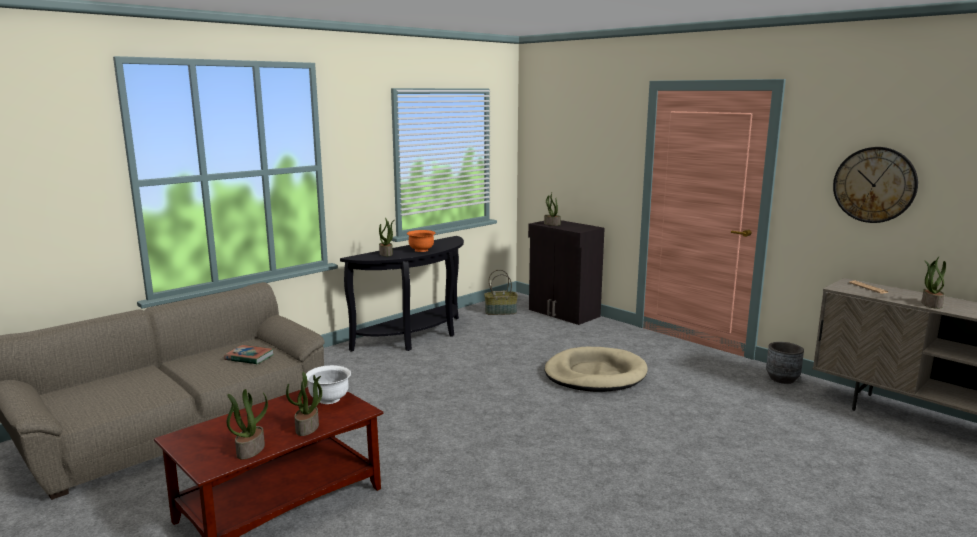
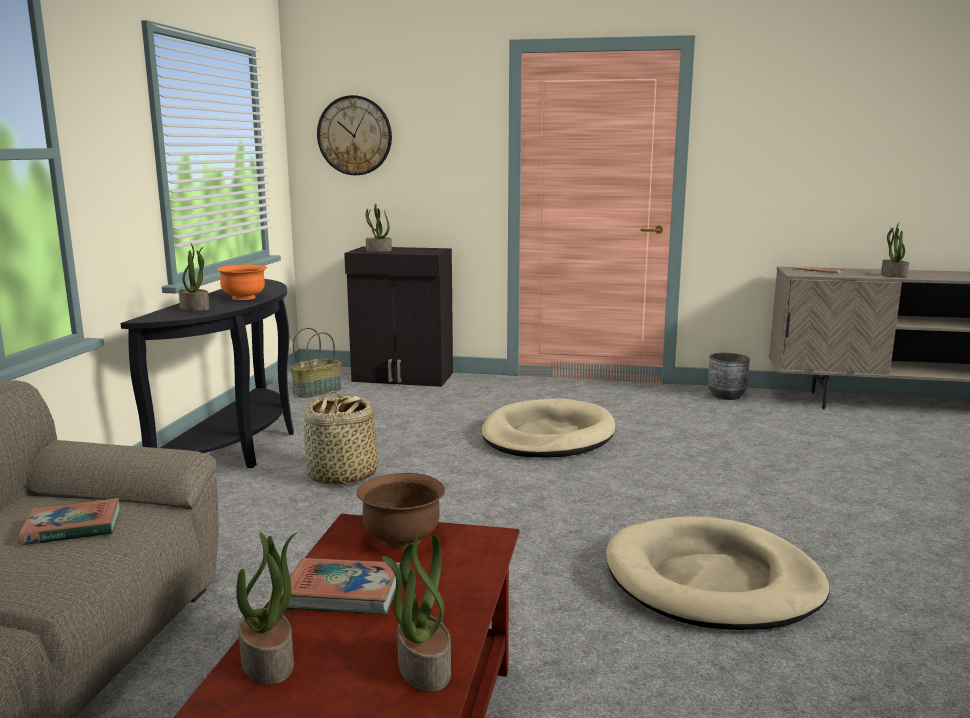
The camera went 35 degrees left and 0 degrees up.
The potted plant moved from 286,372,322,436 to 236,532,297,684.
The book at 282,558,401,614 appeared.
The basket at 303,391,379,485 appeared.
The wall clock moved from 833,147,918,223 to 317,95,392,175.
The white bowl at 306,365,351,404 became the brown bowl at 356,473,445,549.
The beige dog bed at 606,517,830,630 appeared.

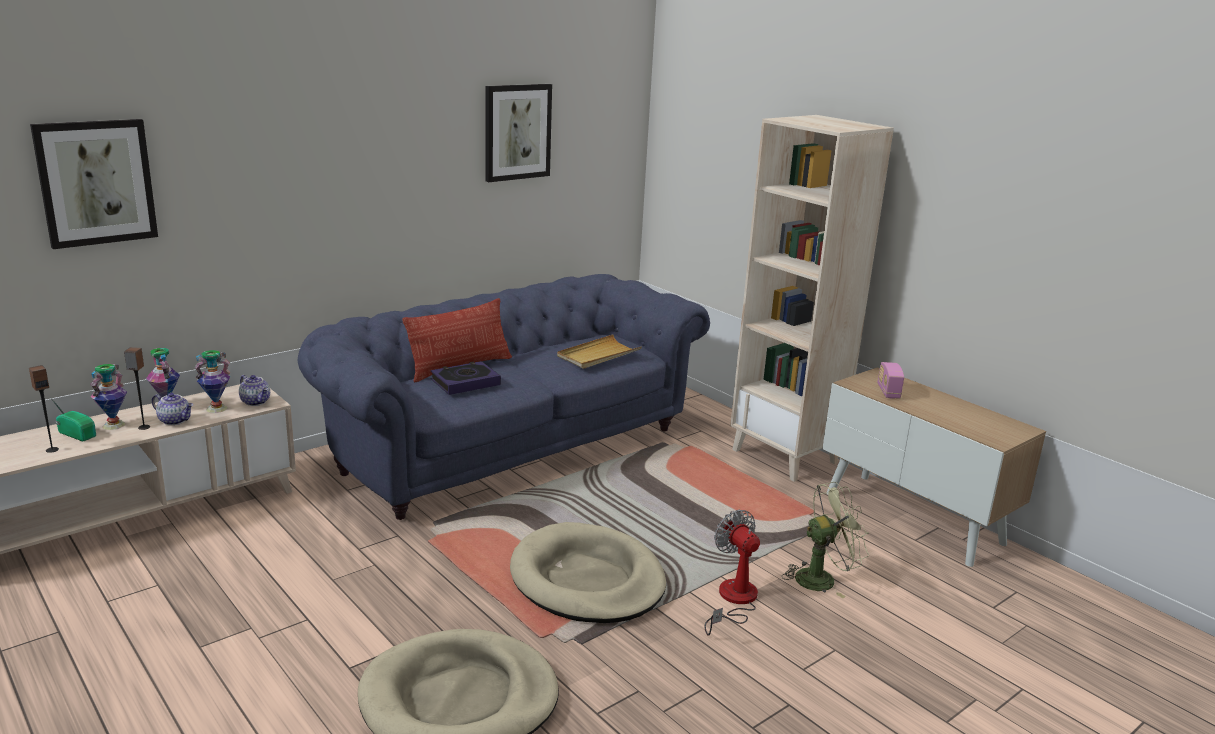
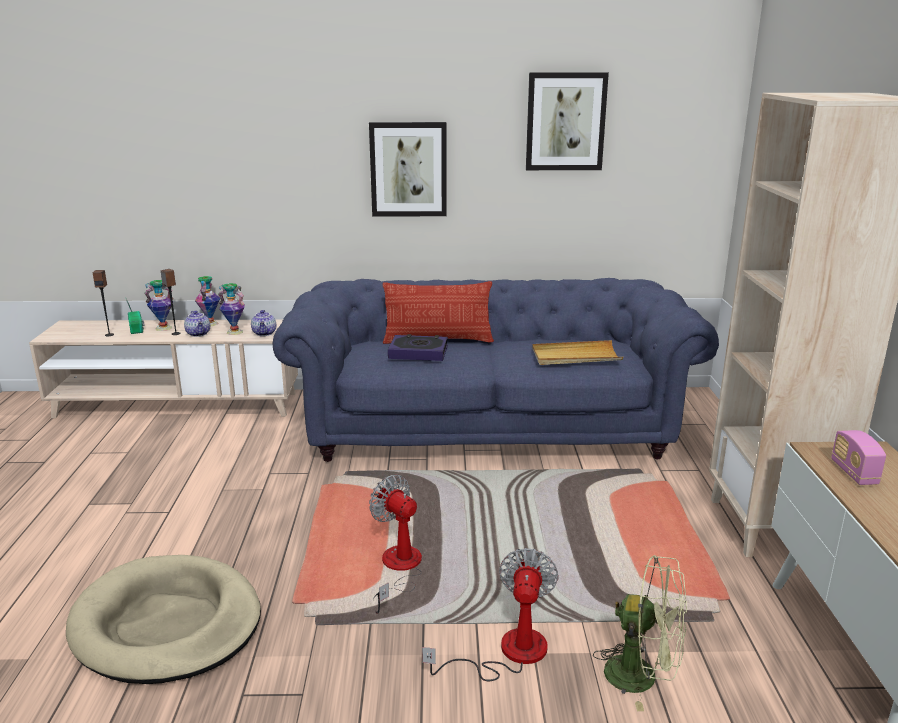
The camera went 40 degrees right and 0 degrees up.
The picture moved from 30,119,158,249 to 369,122,446,217.
The beige dog bed at 510,522,666,623 was replaced by the fan at 369,475,422,614.
The radio at 877,362,904,399 turned 45 degrees counterclockwise.

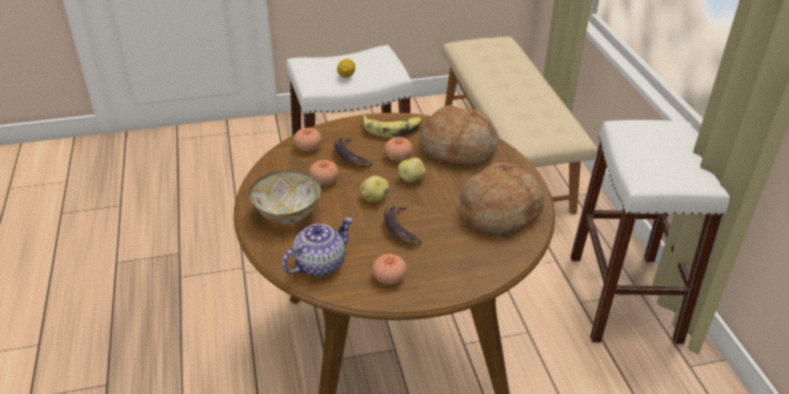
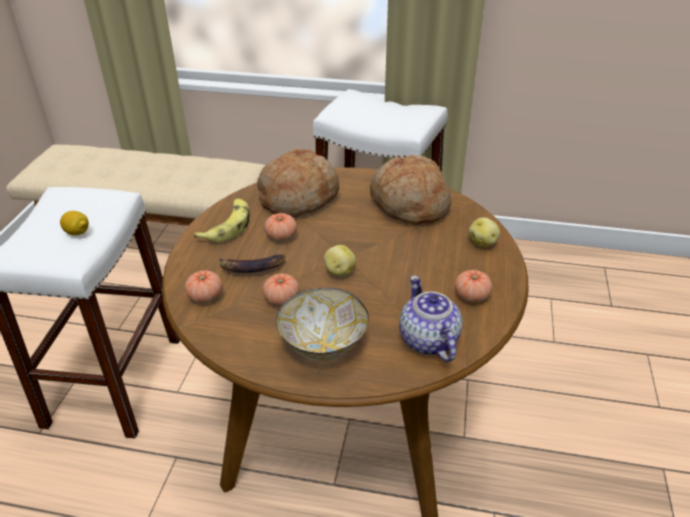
The camera went 65 degrees left and 0 degrees up.
The potato moved from 398,158,426,182 to 468,218,500,247.
The banana at 384,205,422,245 disappeared.

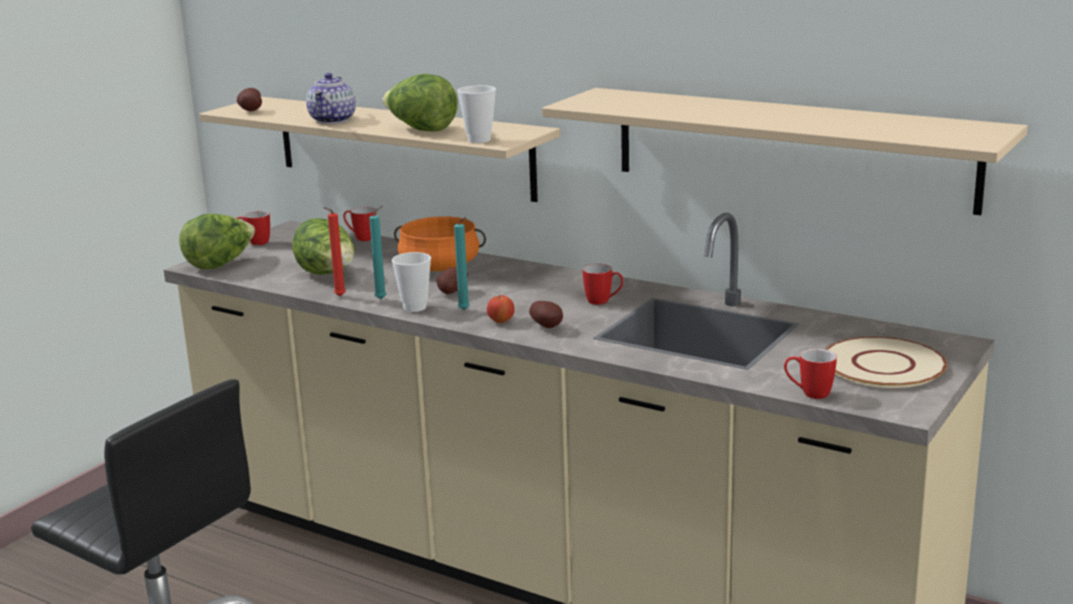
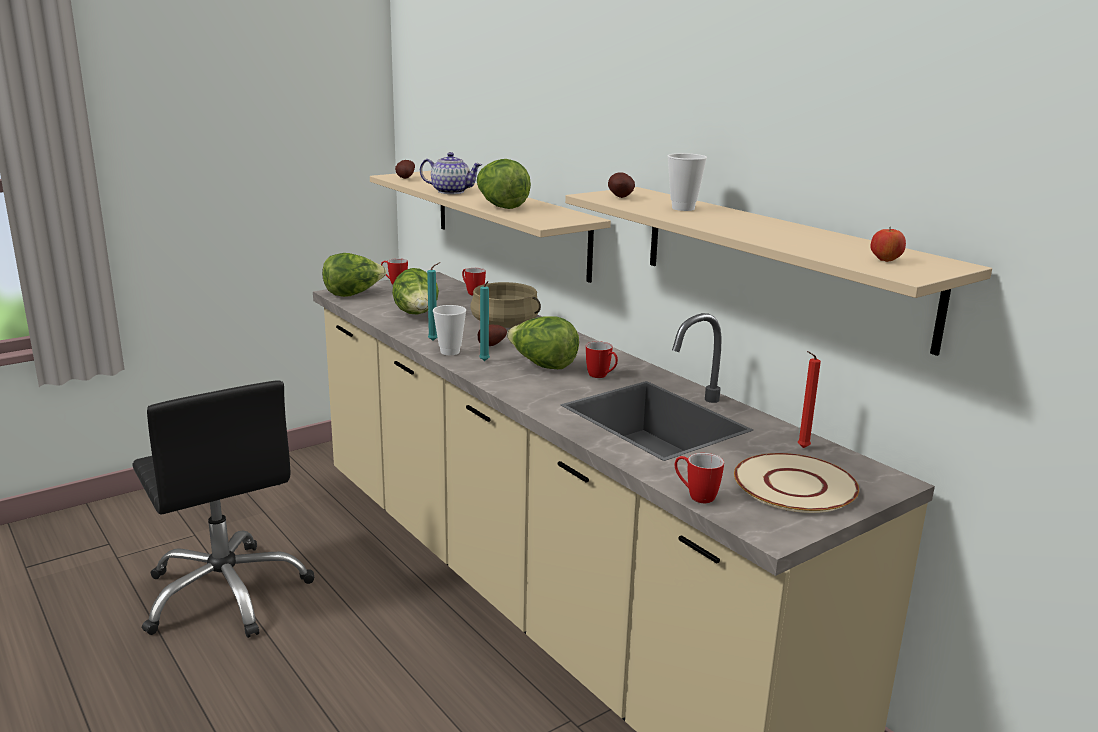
The camera went 20 degrees right and 0 degrees up.
The teapot at 306,73,356,124 turned 105 degrees counterclockwise.
The orange cooking pot at 394,216,486,271 became the beige cooking pot at 470,282,541,328.
The lettuce at 507,316,579,369 appeared.
The potato moved from 529,301,563,328 to 608,172,635,198.
The cup moved from 457,85,496,143 to 667,153,707,211.
The red candle moved from 324,207,346,297 to 798,351,821,448.
The apple moved from 487,295,515,323 to 870,227,906,262.

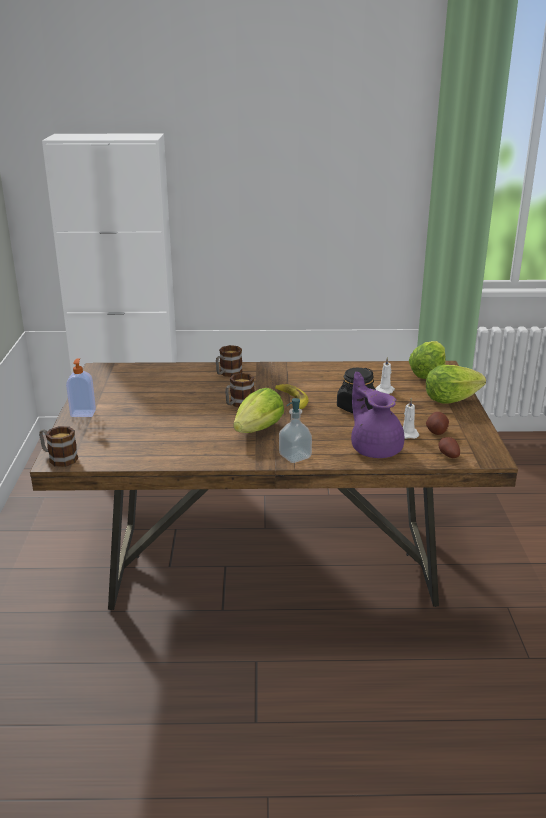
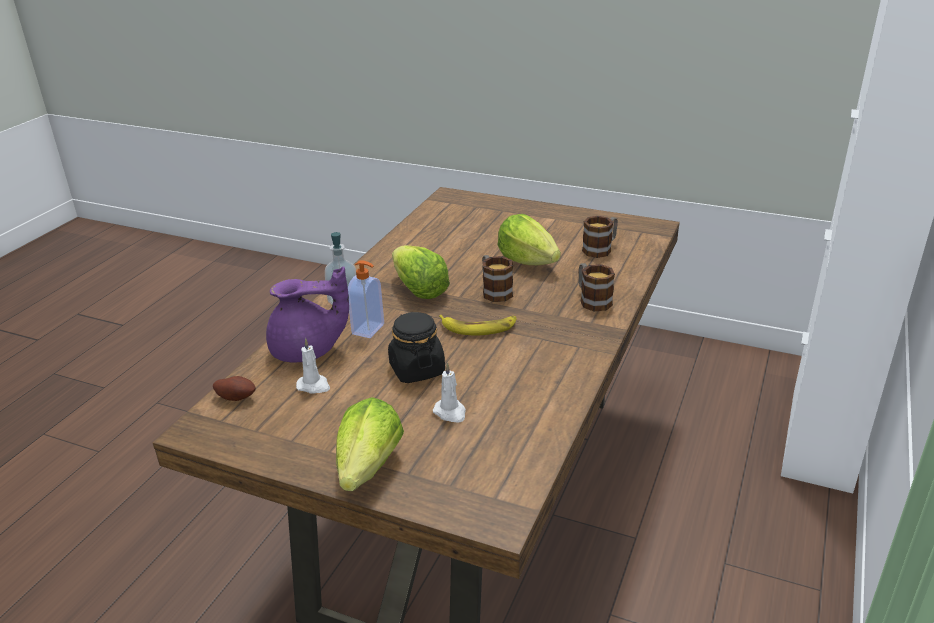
The camera went 115 degrees right and 5 degrees up.
The soap dispenser moved from 66,358,96,417 to 348,260,384,338.
The lettuce moved from 409,341,446,379 to 498,214,561,265.
The mug moved from 39,426,78,467 to 582,216,618,258.
The potato at 426,412,449,435 disappeared.

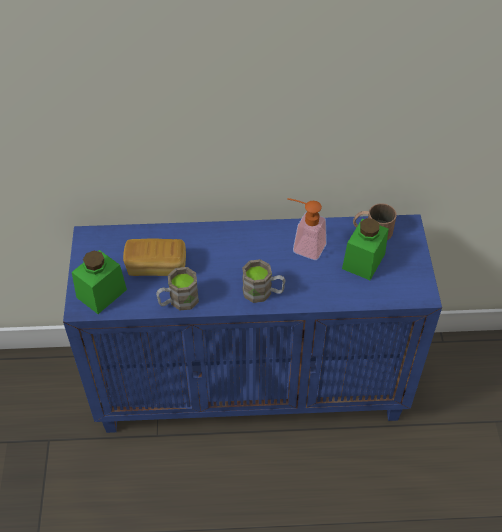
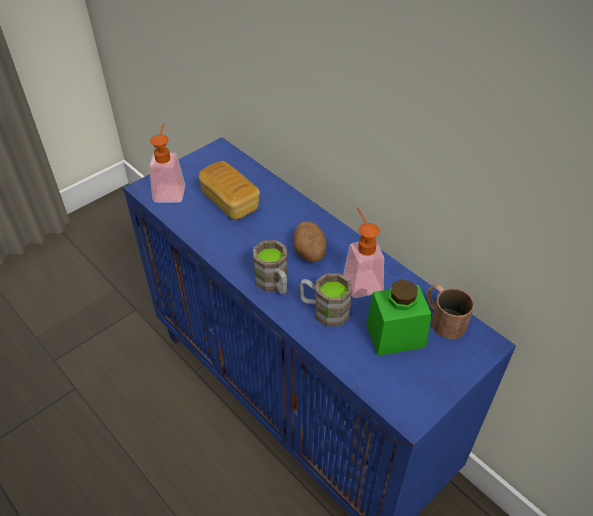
The camera went 50 degrees right and 5 degrees down.
The green jar at 72,250,127,314 was replaced by the soap dispenser at 149,123,185,203.
The potato at 293,221,327,262 appeared.
The brown mug moved from 156,267,199,311 to 299,273,352,327.

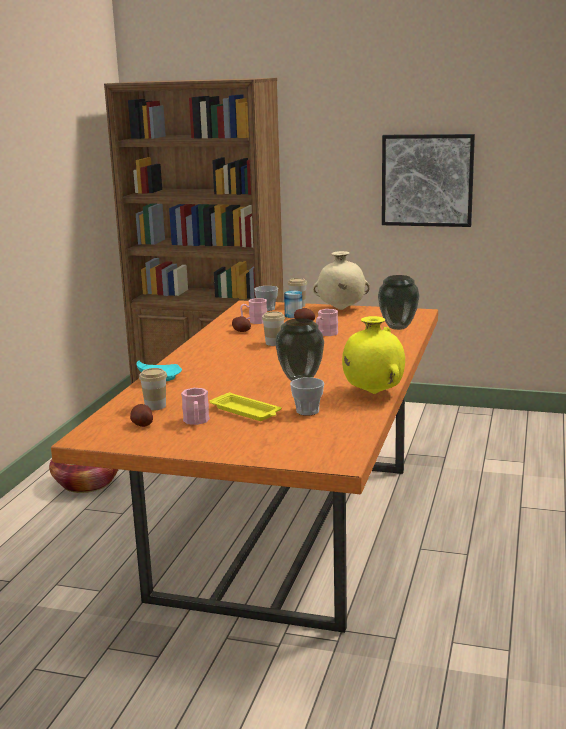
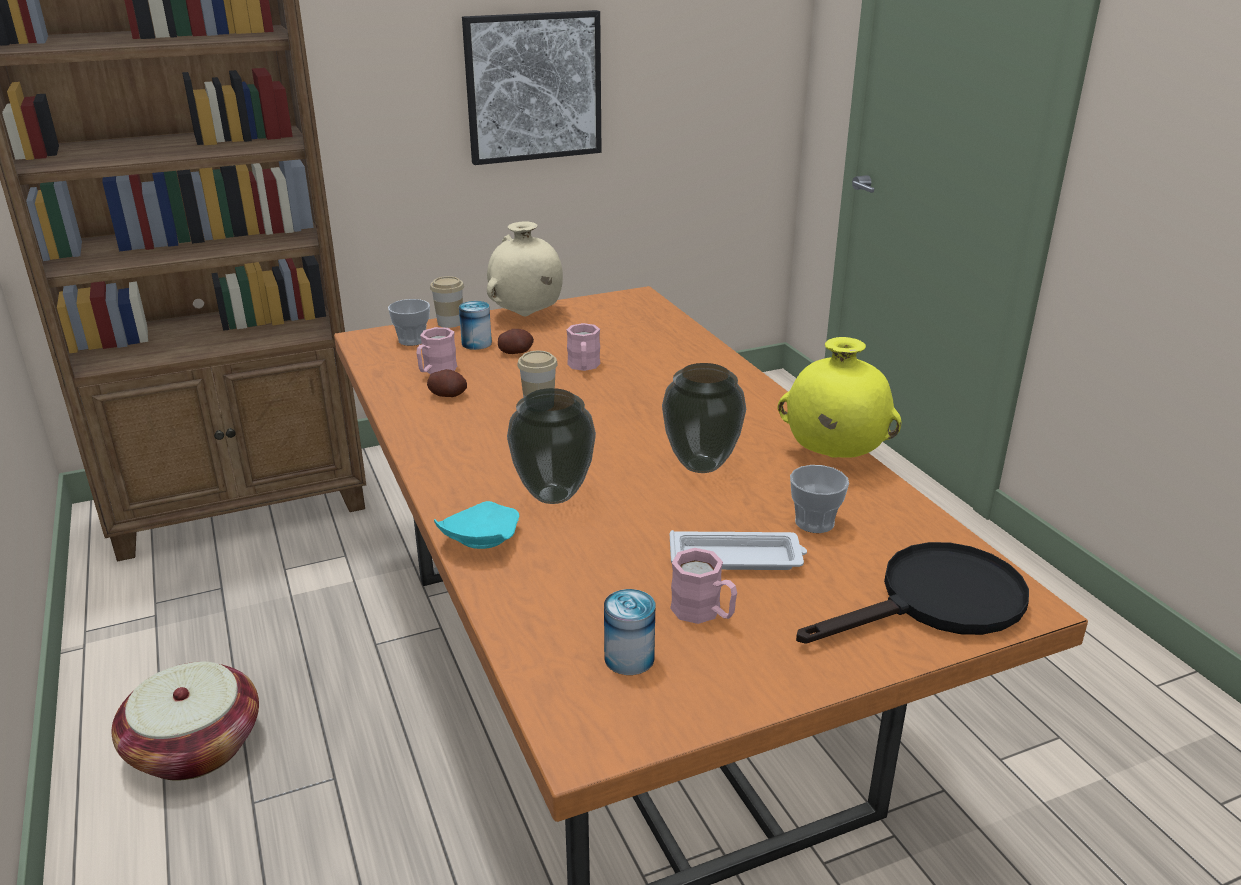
The camera went 40 degrees left and 10 degrees up.
The vase moved from 378,275,419,330 to 507,388,596,504.
The potato at 130,404,153,427 was replaced by the can at 604,589,655,675.
The yellow tray at 209,392,281,421 became the white tray at 670,530,807,570.
The black frying pan at 796,542,1029,644 appeared.
The cup at 139,368,167,410 disappeared.

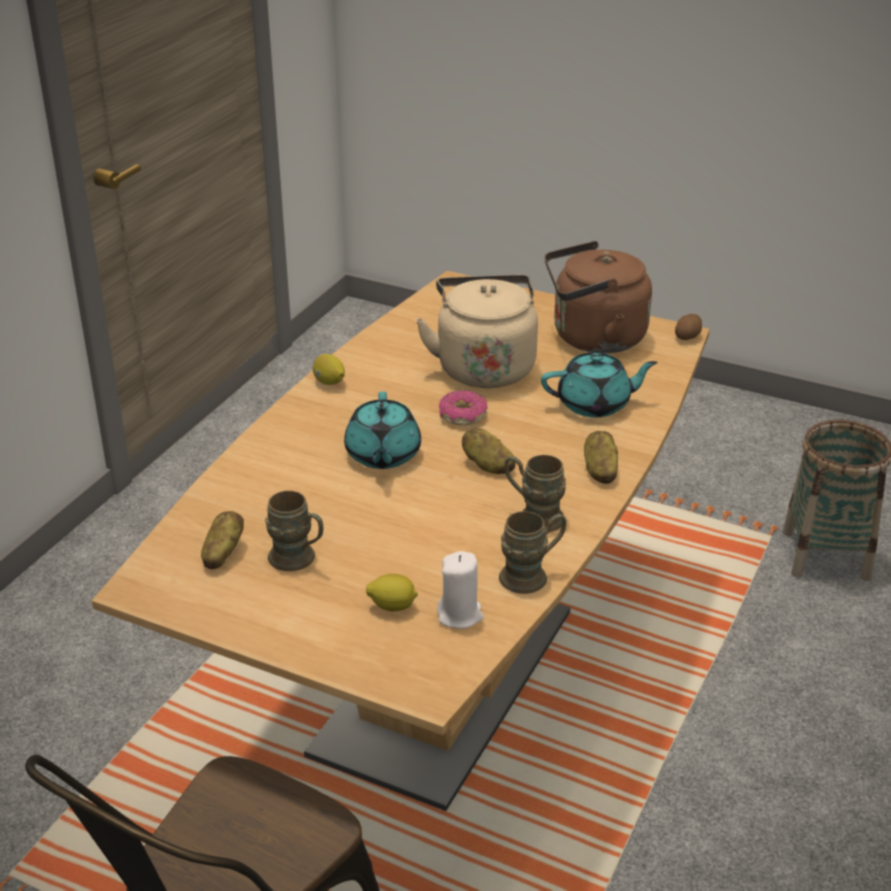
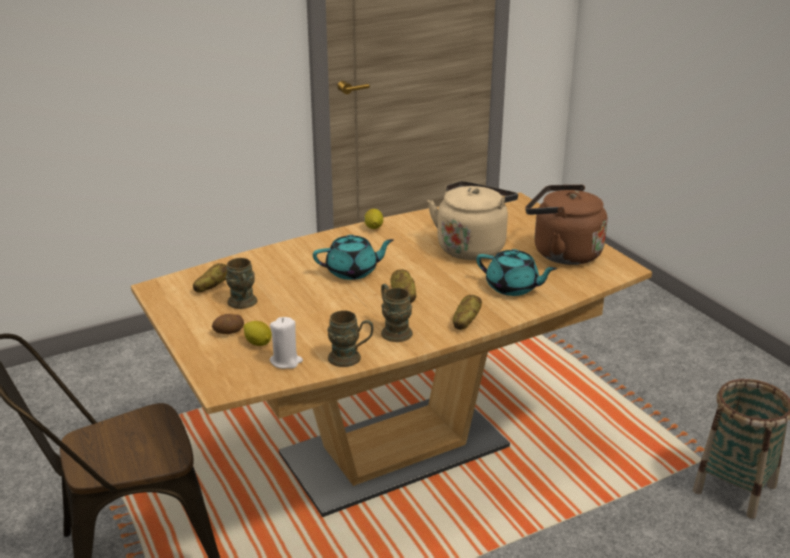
The camera went 35 degrees right and 5 degrees down.
The potato moved from 675,314,702,340 to 212,314,244,334.
The turquoise teapot at 344,391,421,469 turned 135 degrees counterclockwise.
The donut at 439,390,488,425 disappeared.

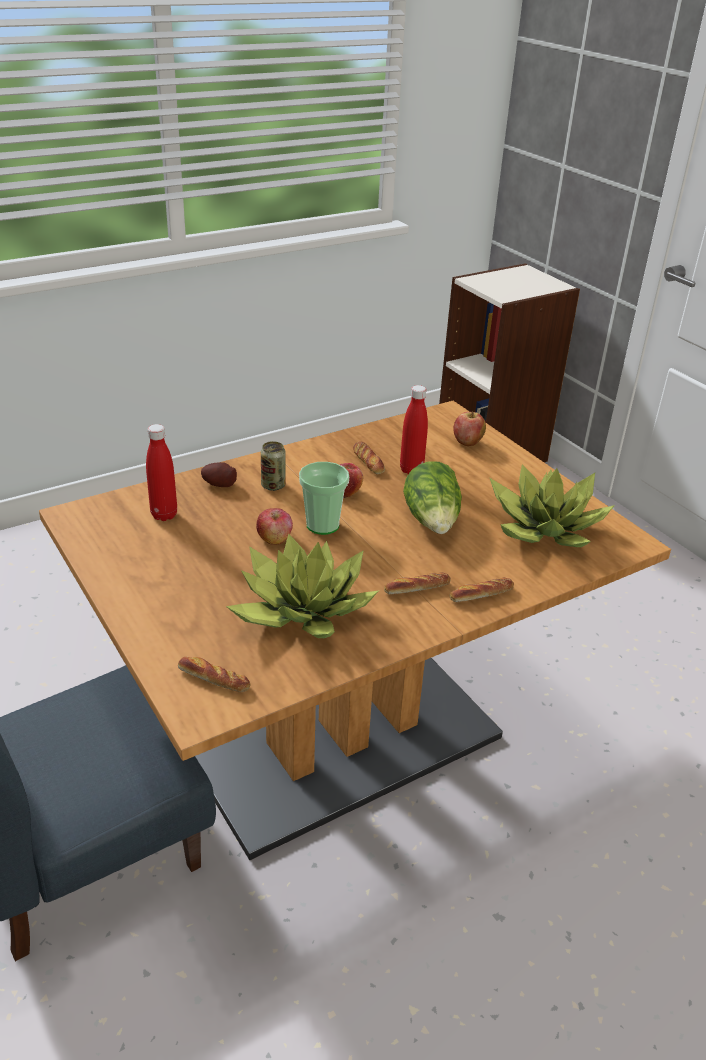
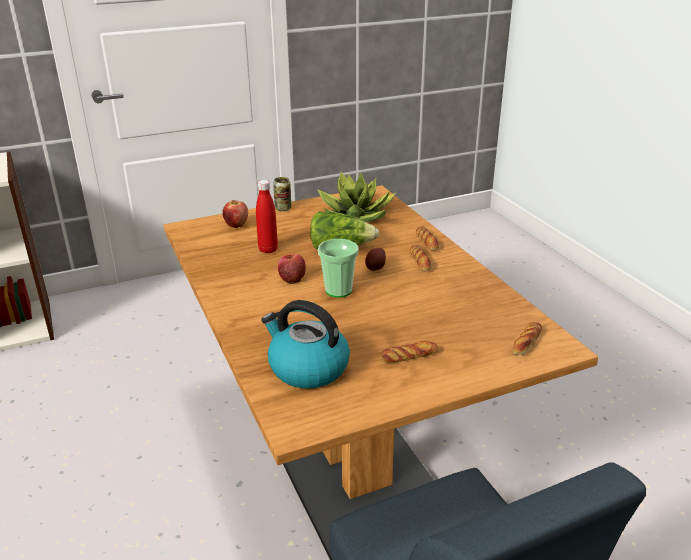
The camera went 80 degrees left and 5 degrees down.
The red bottle at 146,424,177,521 was replaced by the kettle at 261,300,350,389.
The can moved from 261,441,286,491 to 273,177,291,211.
The potato moved from 201,462,237,487 to 365,248,386,271.
The bread moved from 353,441,385,475 to 380,341,439,363.
The potted plant at 226,533,378,638 disappeared.
The apple at 256,508,293,544 disappeared.

